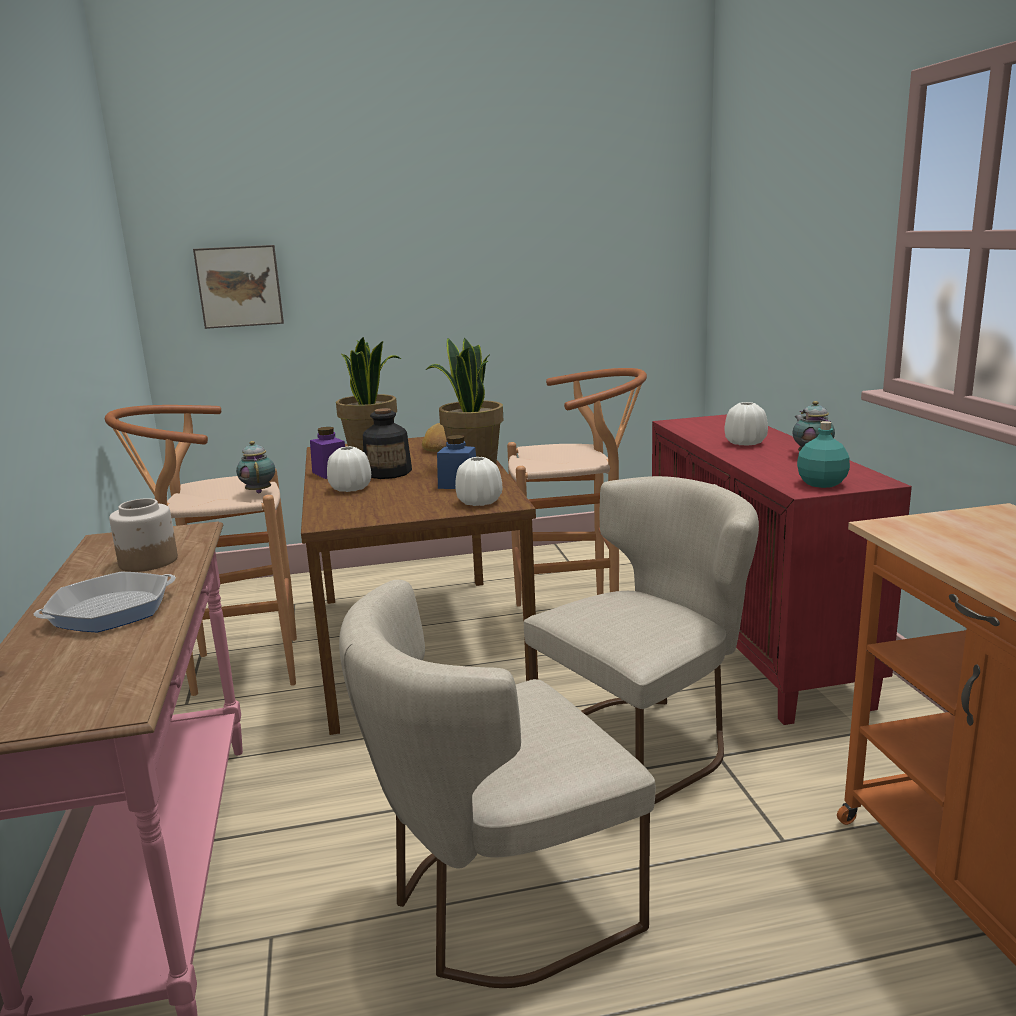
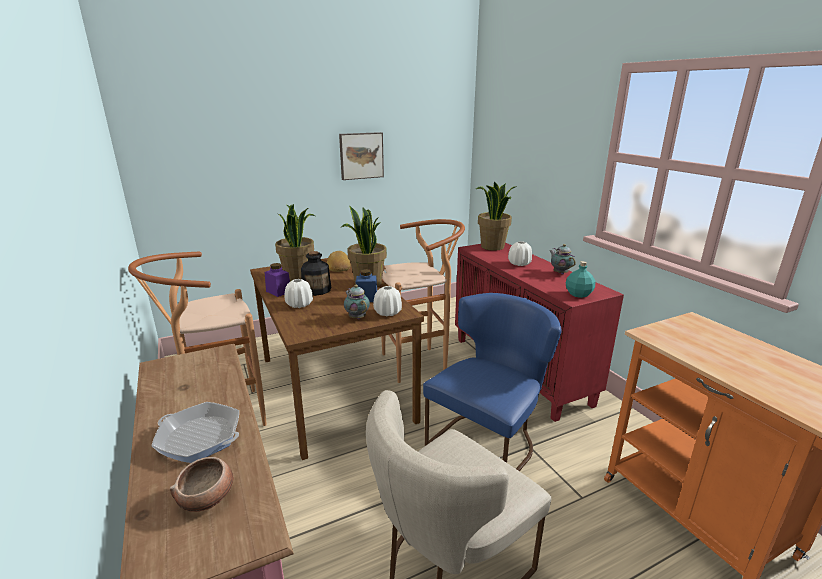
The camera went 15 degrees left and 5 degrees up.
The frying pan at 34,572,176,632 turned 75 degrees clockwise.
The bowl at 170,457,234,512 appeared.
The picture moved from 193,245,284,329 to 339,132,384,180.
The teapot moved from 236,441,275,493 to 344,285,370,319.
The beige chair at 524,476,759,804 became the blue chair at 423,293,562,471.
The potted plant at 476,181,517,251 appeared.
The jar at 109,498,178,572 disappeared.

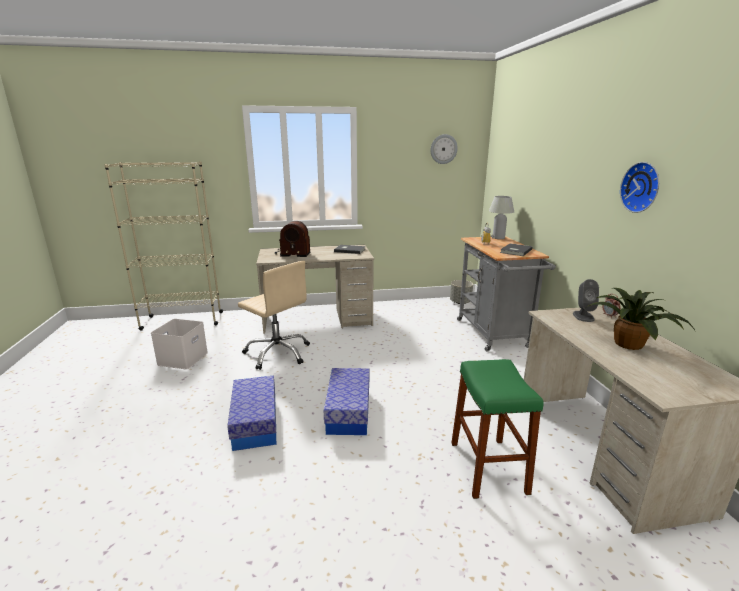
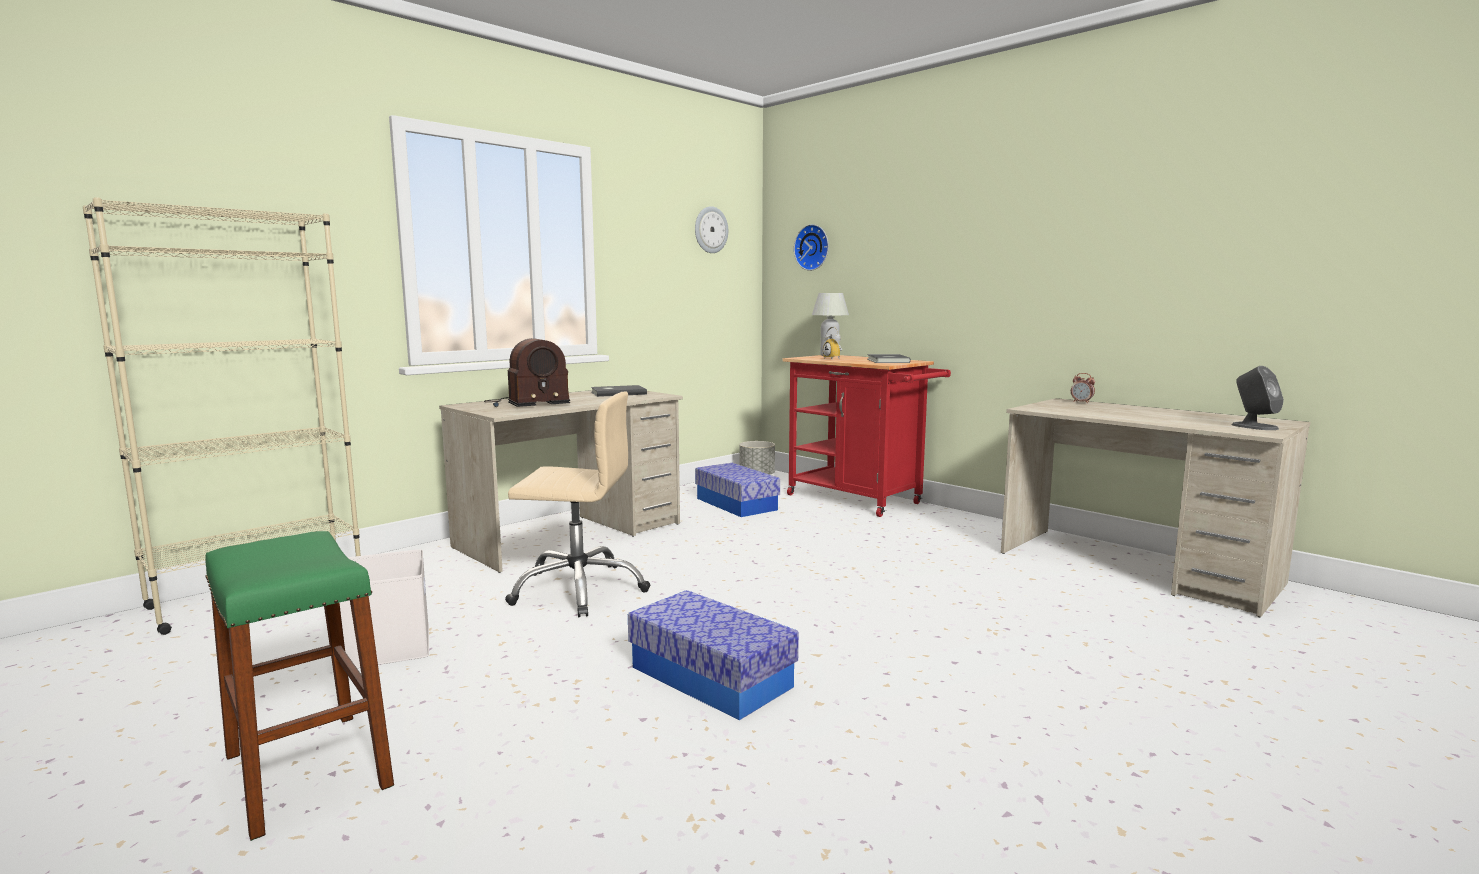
The camera went 35 degrees left and 10 degrees down.
The green stool moved from 451,359,543,499 to 205,531,394,841.
The storage box moved from 324,368,369,435 to 695,463,780,517.
The grey cart at 457,236,556,352 became the red cart at 782,355,951,517.
The wall clock moved from 620,162,659,213 to 794,224,829,271.
The grey speaker moved from 573,279,599,322 to 1231,366,1284,430.
The potted plant at 586,288,695,350 disappeared.

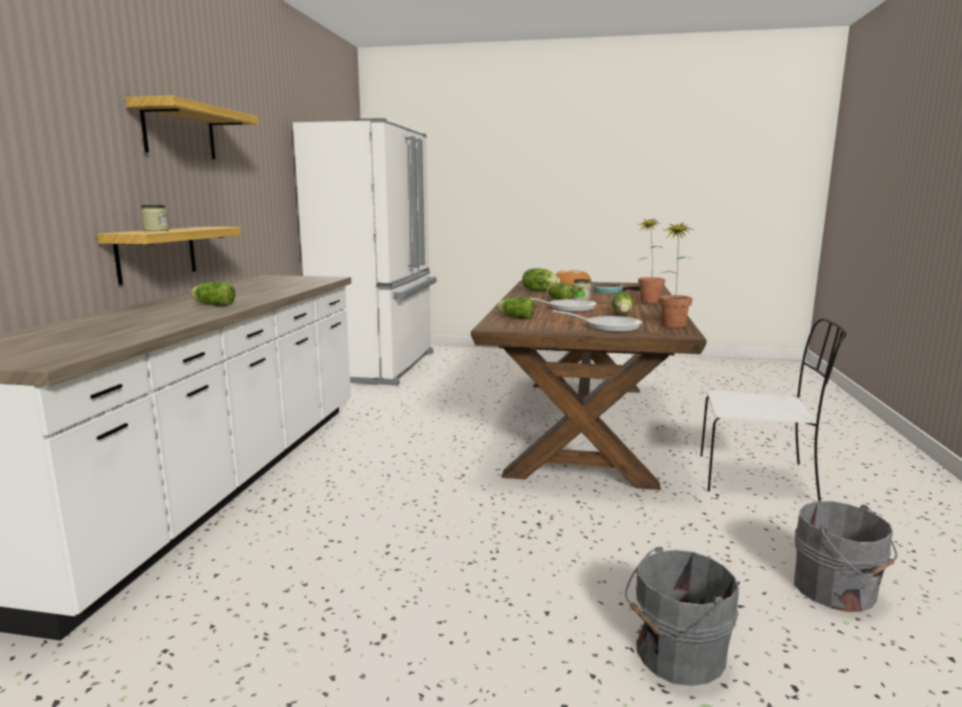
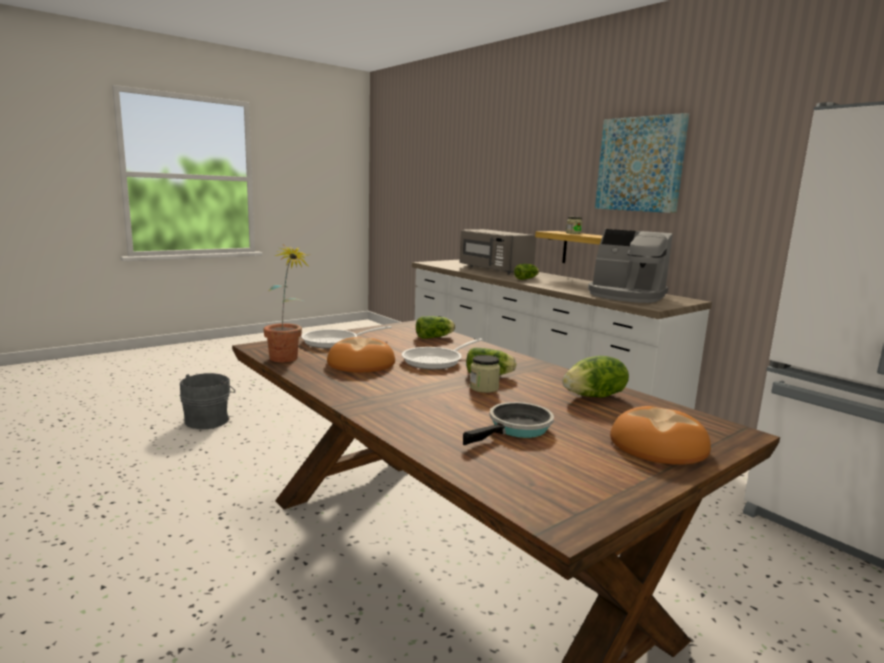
The camera went 130 degrees right and 0 degrees up.
The lettuce at 612,292,634,315 was replaced by the bread at 327,337,395,373.
The grey microwave at 459,229,536,275 appeared.
The coffee machine at 588,229,673,303 appeared.
The shelf at 125,96,258,159 was replaced by the picture at 595,113,689,213.
The potted plant at 637,218,665,303 disappeared.
The white chair at 700,318,847,501 disappeared.
The grey bucket at 794,501,897,612 disappeared.

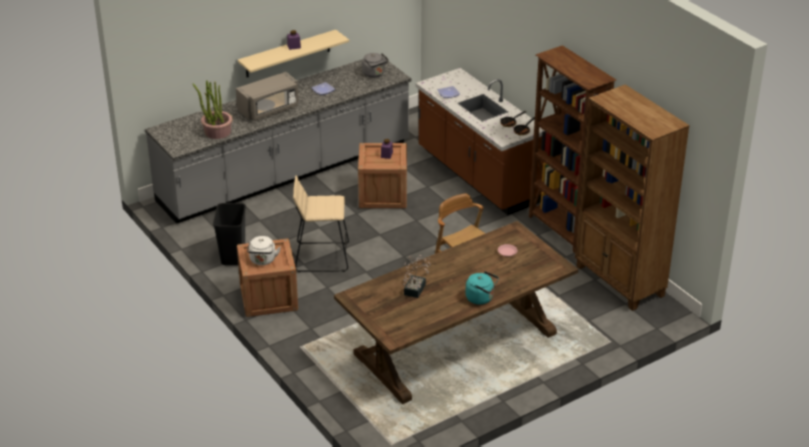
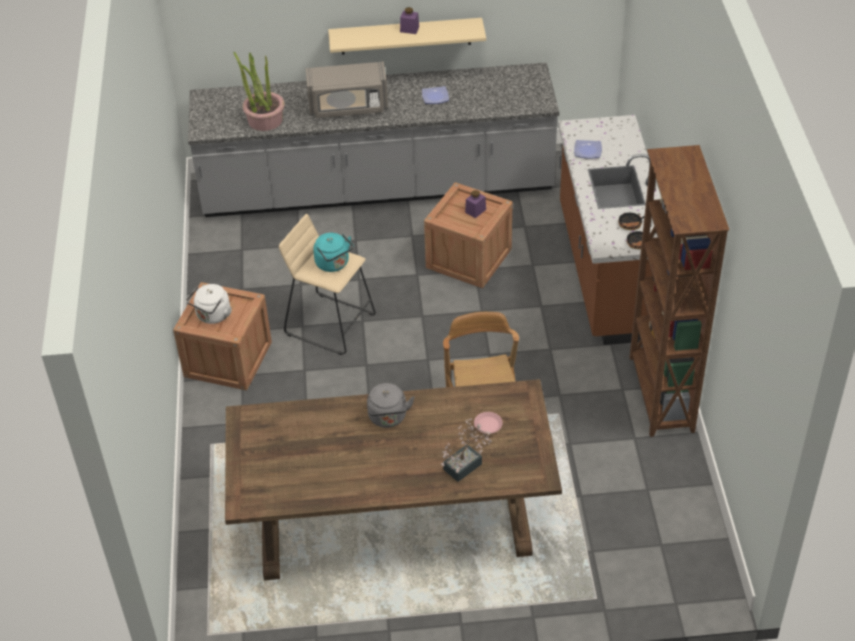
The camera went 30 degrees right and 10 degrees up.
The turquoise kettle moved from 466,271,499,305 to 313,233,354,272.
The grey kettle moved from 362,53,389,78 to 367,383,415,428.
The potted plant moved from 403,255,431,298 to 441,419,492,482.
The black trash can at 213,203,246,266 disappeared.
The brown bookcase at 575,85,690,311 disappeared.

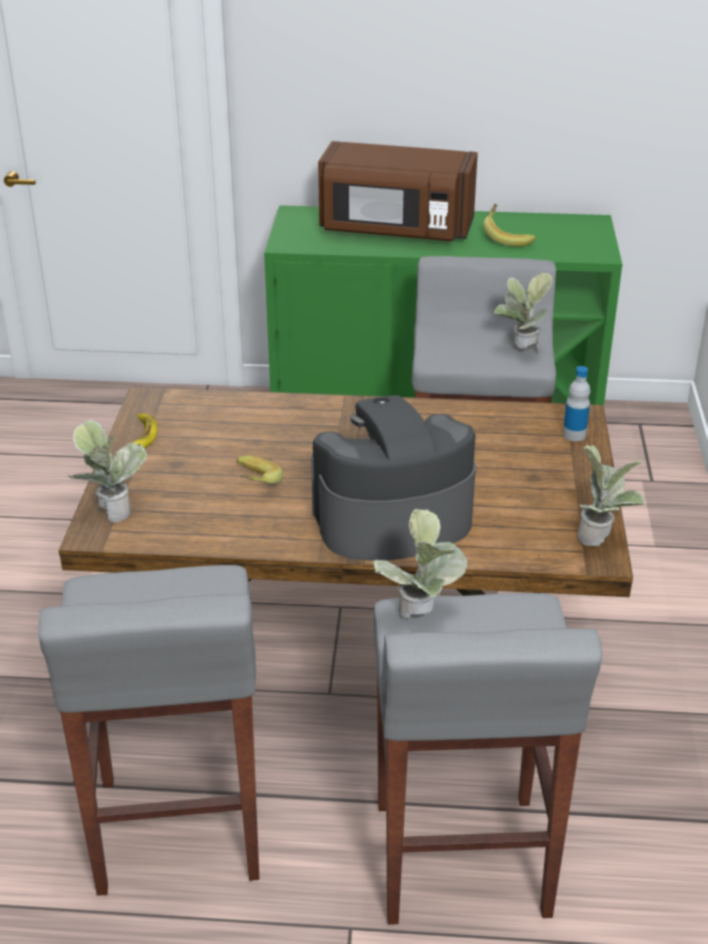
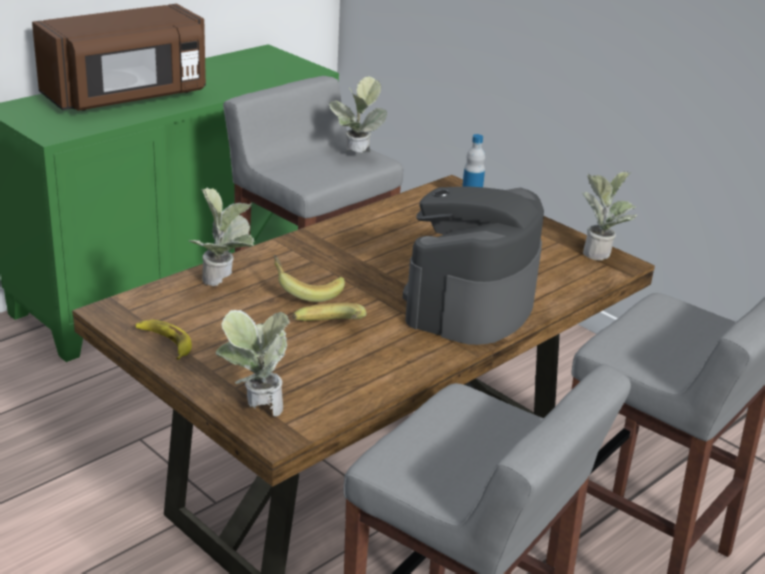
The camera went 50 degrees left and 5 degrees down.
The potted plant moved from 373,509,467,619 to 189,187,254,286.
The banana moved from 483,204,536,247 to 273,255,345,302.

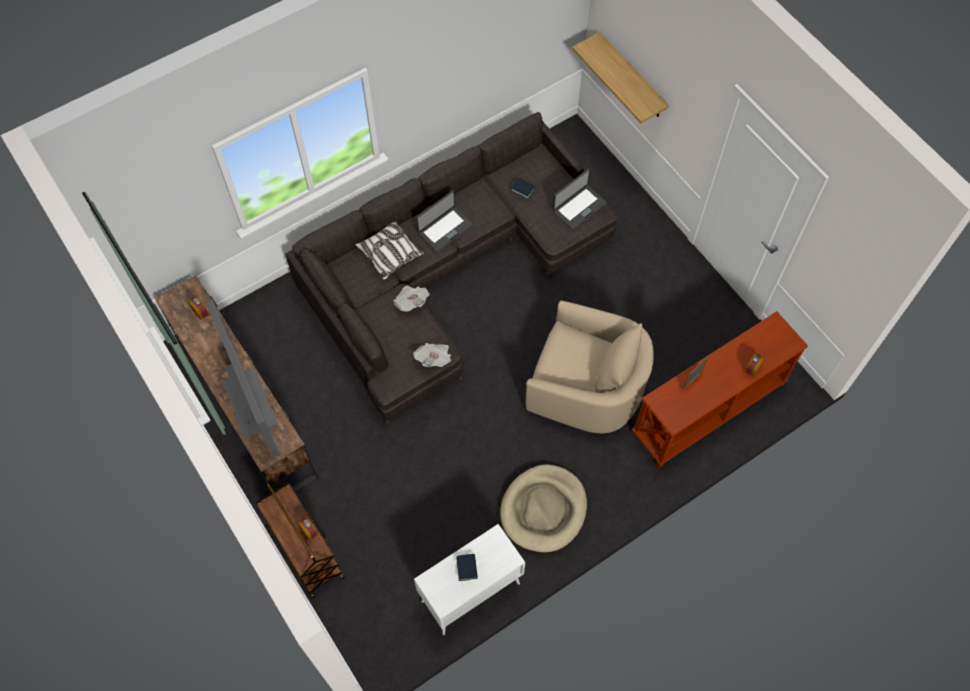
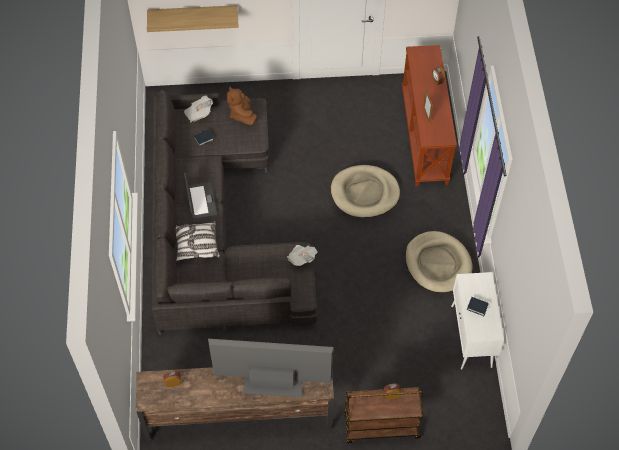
The camera went 60 degrees left and 5 degrees down.
The newspaper moved from 393,286,430,311 to 184,96,213,122.
The laptop at 553,168,607,230 was replaced by the brown plush toy at 227,86,257,125.
The beige armchair at 526,301,654,433 was replaced by the beige dog bed at 331,165,400,218.

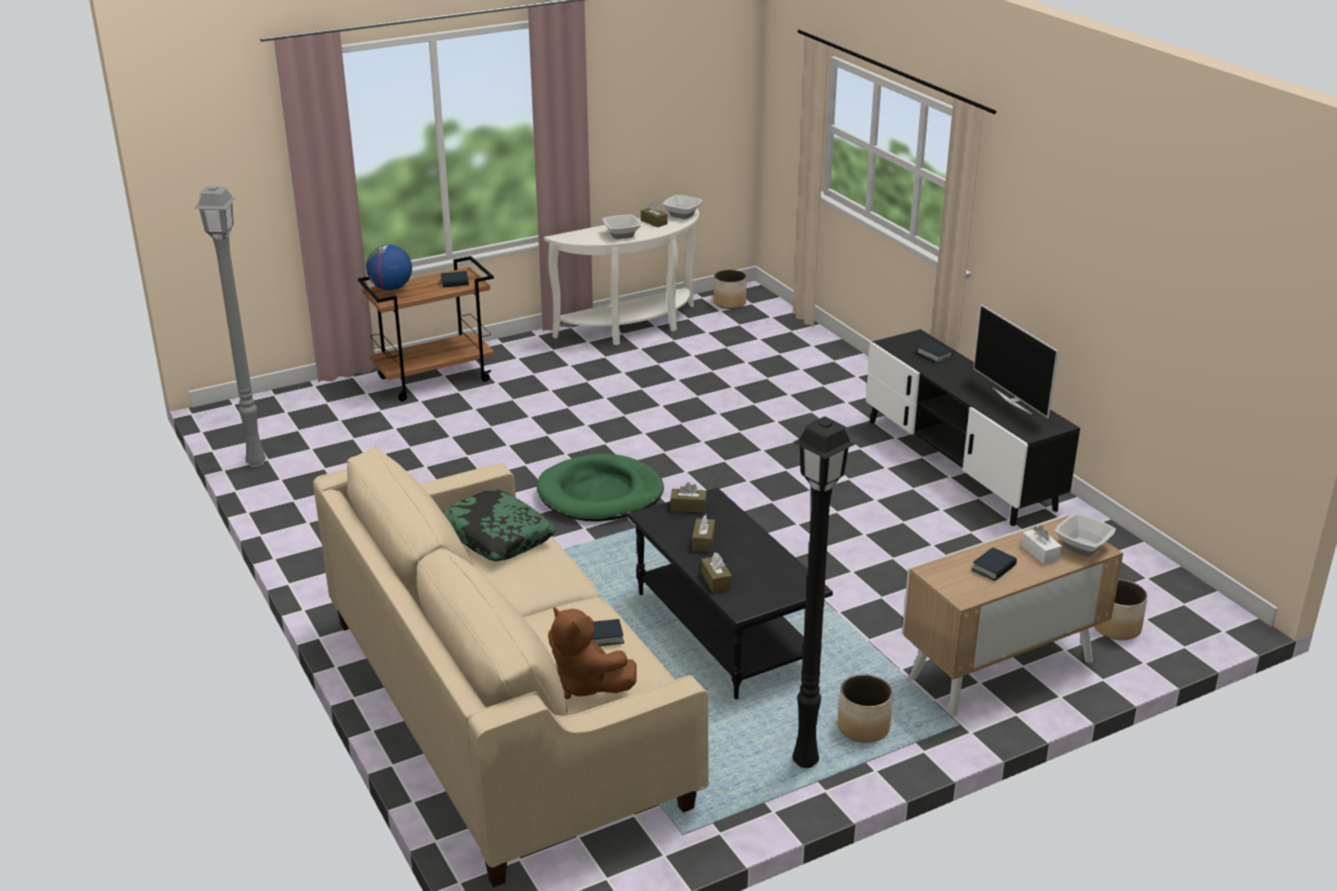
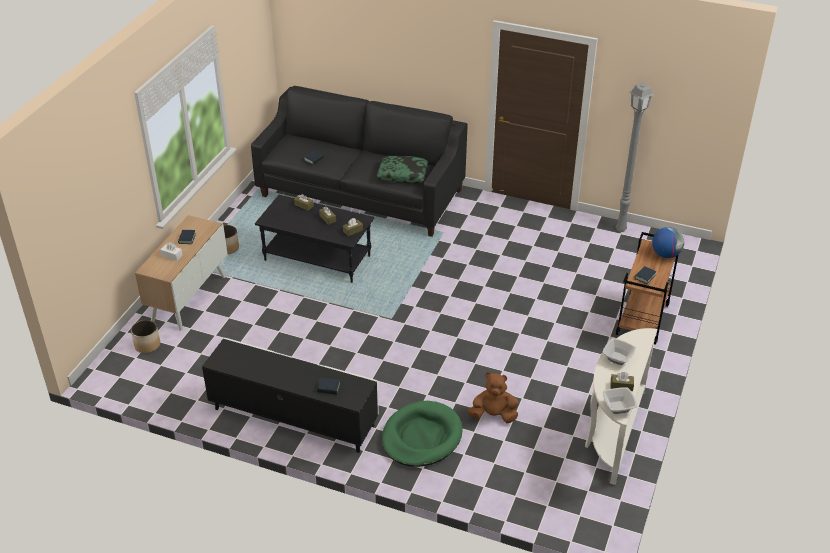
The camera went 140 degrees right and 10 degrees up.
The beige sofa at 313,446,709,887 became the black sofa at 251,86,468,237.
The green dog bed moved from 537,454,664,522 to 382,401,463,467.
The brown plush toy moved from 548,607,637,699 to 468,372,519,423.
The planter at 713,270,747,309 disappeared.
The black floor lamp at 792,416,856,768 disappeared.
The television at 973,304,1058,418 disappeared.
The bowl at 1055,513,1116,557 disappeared.

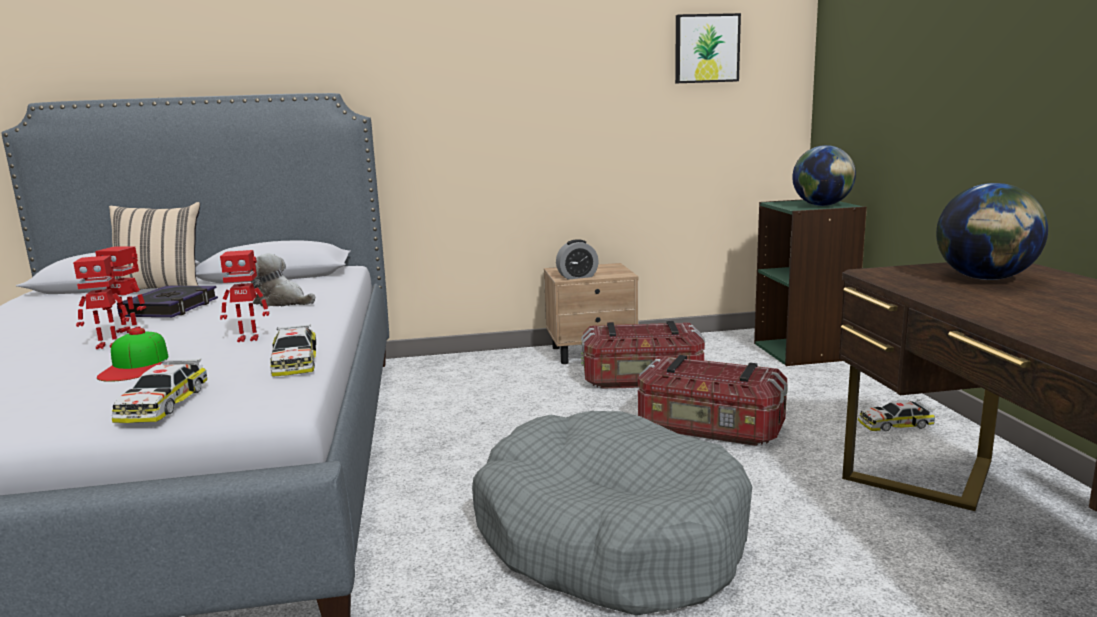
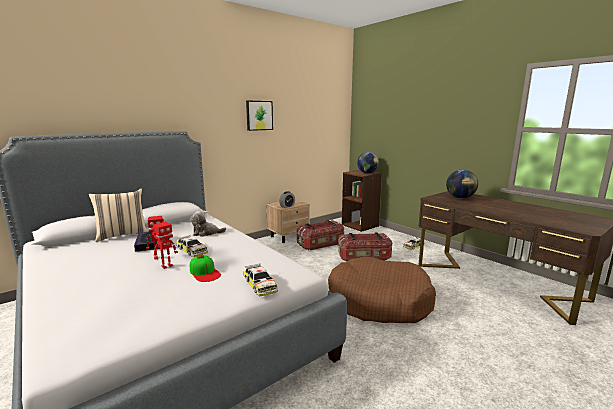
The camera went 30 degrees left and 0 degrees up.
The toy car moved from 270,325,316,377 to 176,235,208,257.
The picture moved from 675,13,741,84 to 246,100,273,131.
The grey dog bed at 472,411,752,616 became the brown dog bed at 328,257,436,323.
The green bookcase at 754,199,867,366 became the brown bookcase at 342,170,382,232.
The toy robot at 220,250,269,342 disappeared.

